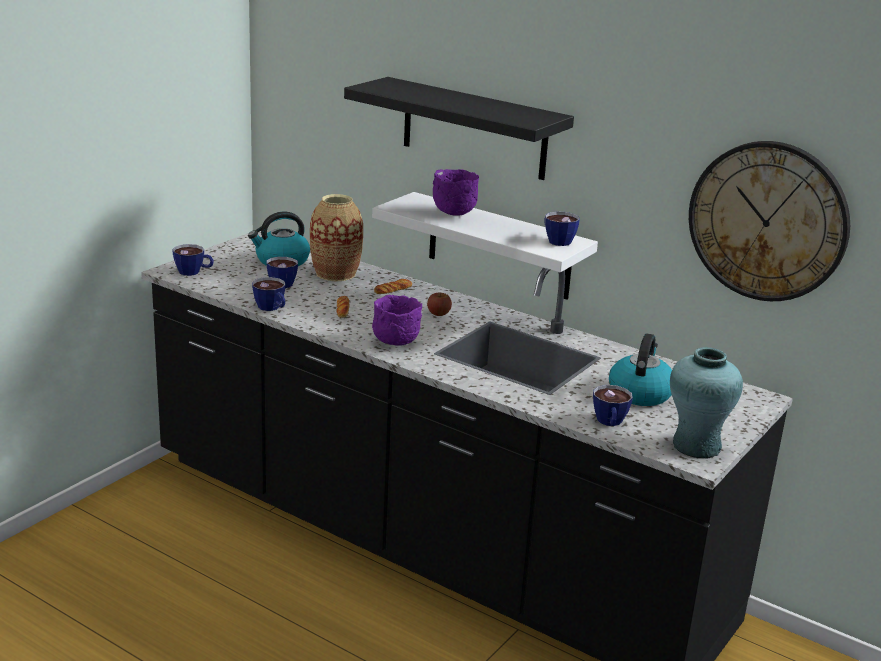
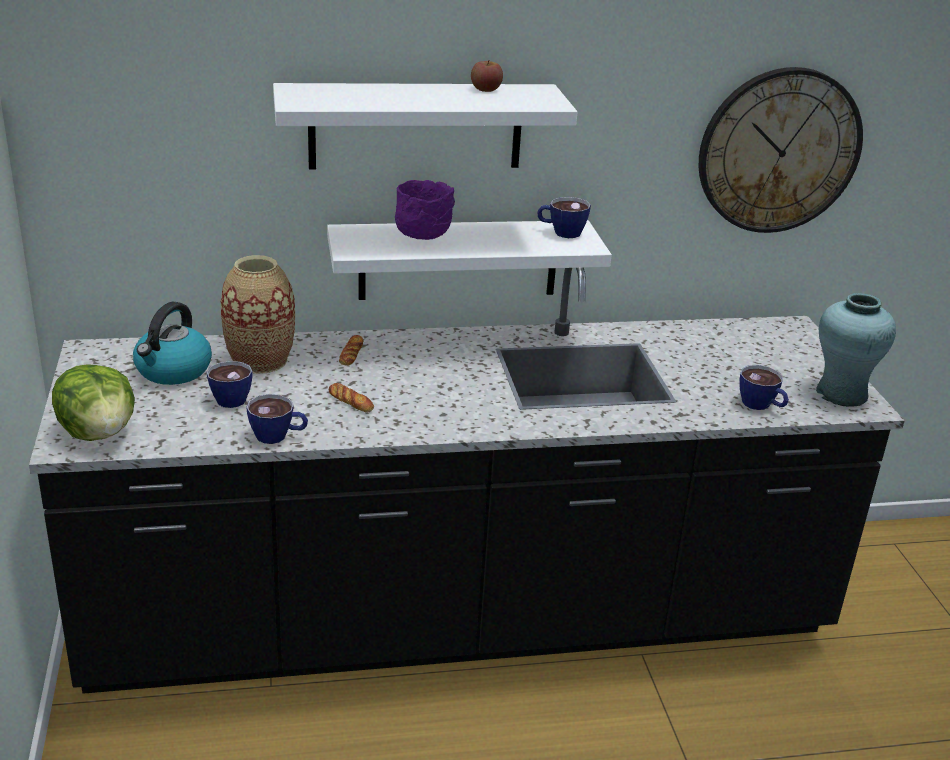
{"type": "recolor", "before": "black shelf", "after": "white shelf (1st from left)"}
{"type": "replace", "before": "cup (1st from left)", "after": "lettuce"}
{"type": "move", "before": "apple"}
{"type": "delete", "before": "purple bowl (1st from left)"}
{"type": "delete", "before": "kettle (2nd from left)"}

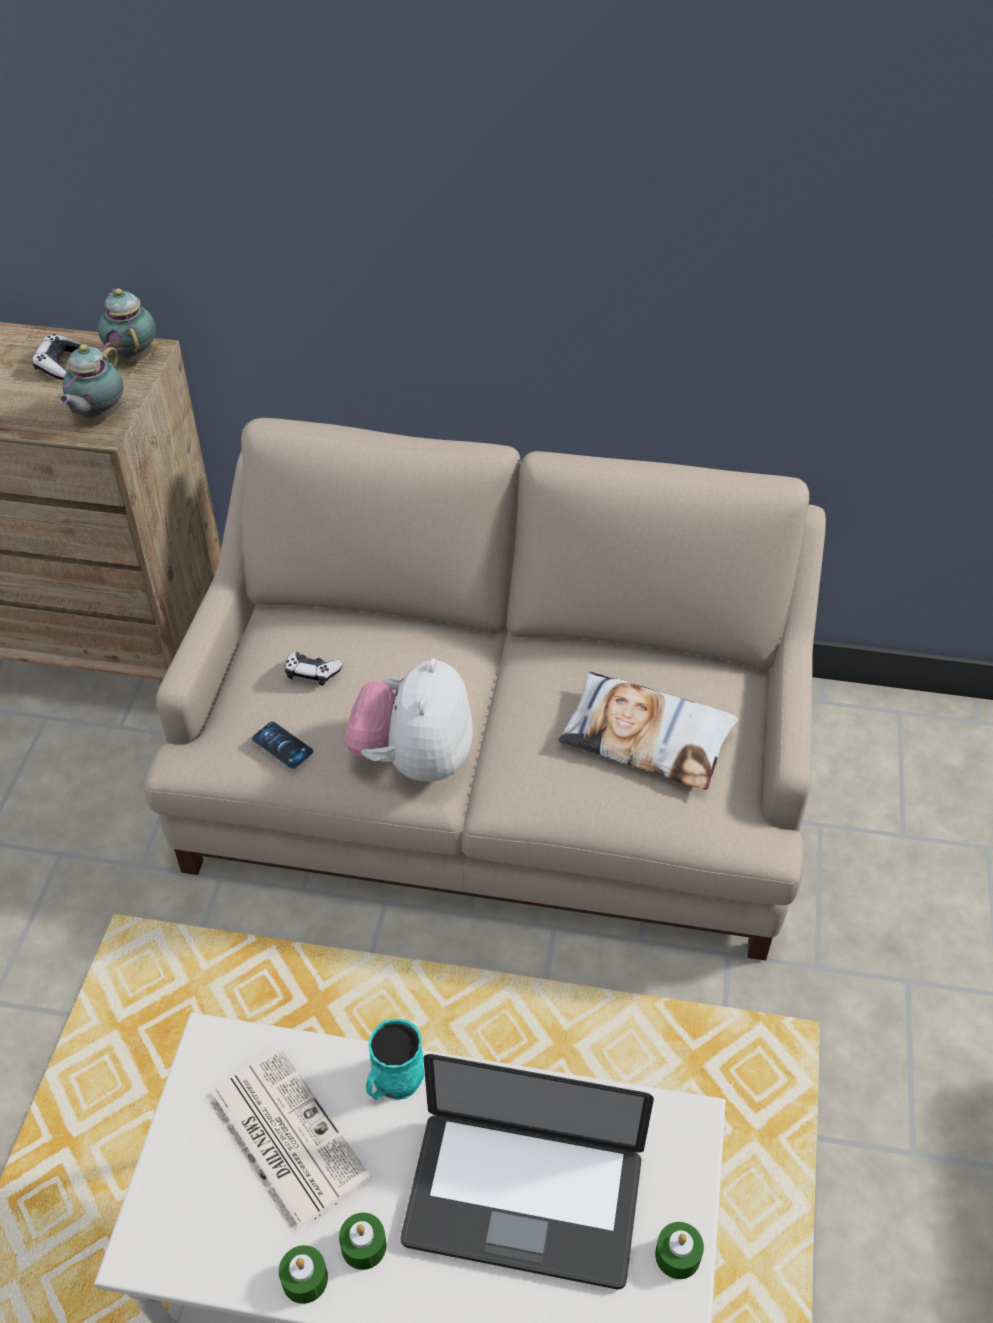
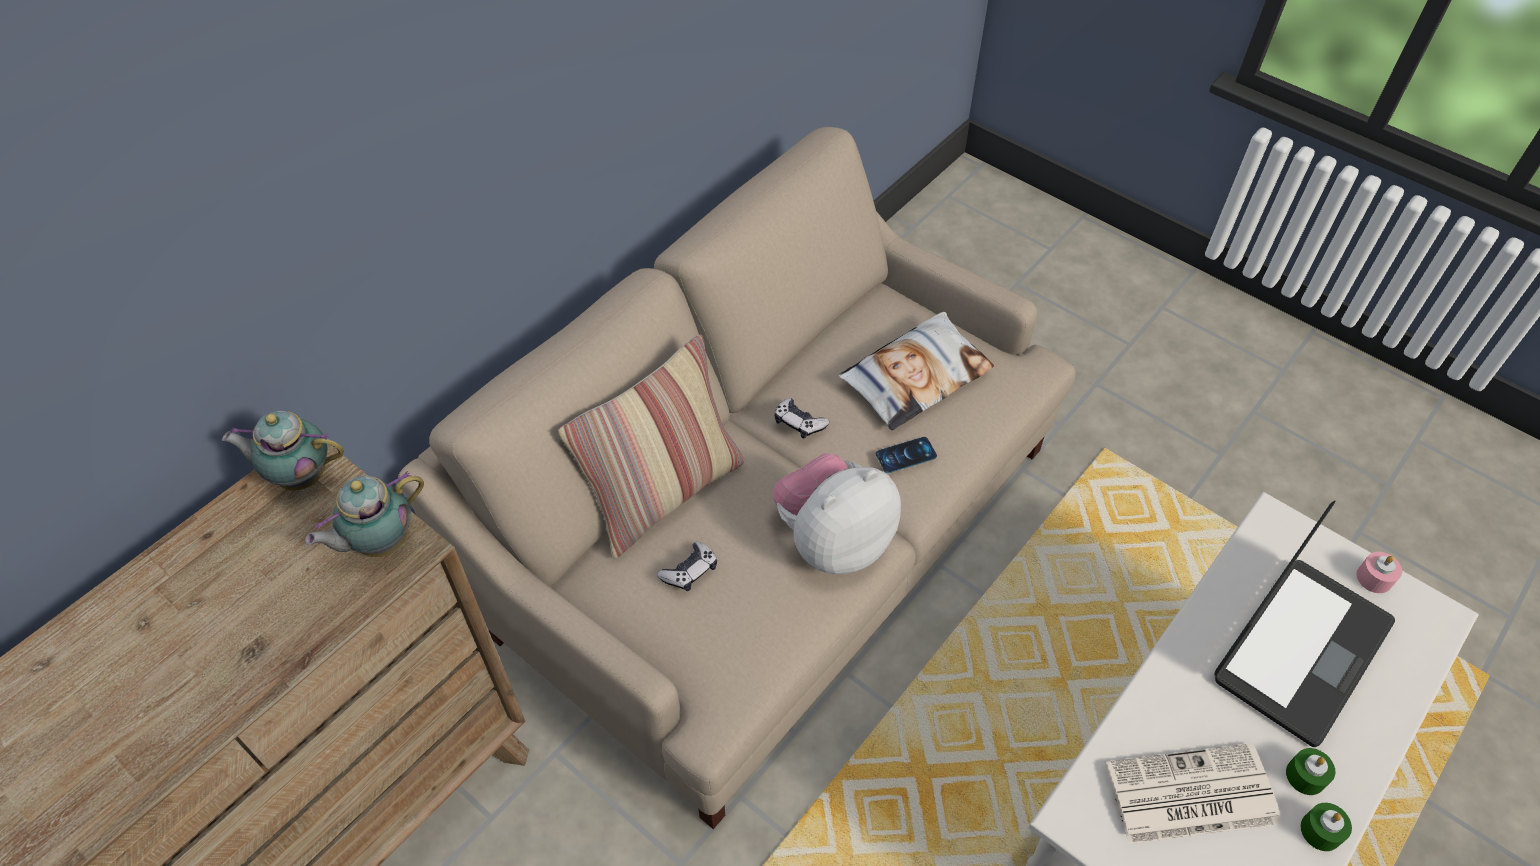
{"type": "move", "before": "game controller (1st from left in the first image)", "after": "game controller (2nd from left)"}
{"type": "rotate", "before": "teapot (1st from left in the first image)", "turn": 90}
{"type": "rotate", "before": "plush toy", "turn": 105}
{"type": "move", "before": "phone"}
{"type": "delete", "before": "turquoise mug"}
{"type": "recolor", "before": "green candle (3rd from left)", "after": "pink candle"}
{"type": "insert", "after": "pillow (1st from left)"}

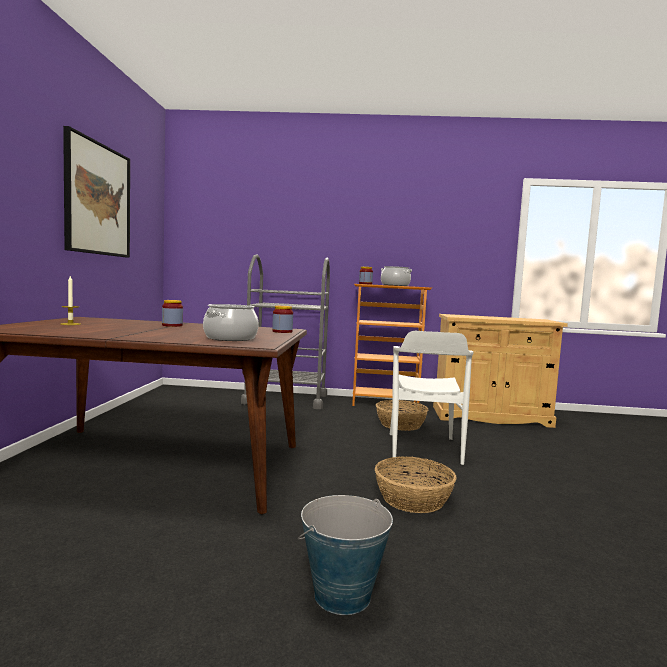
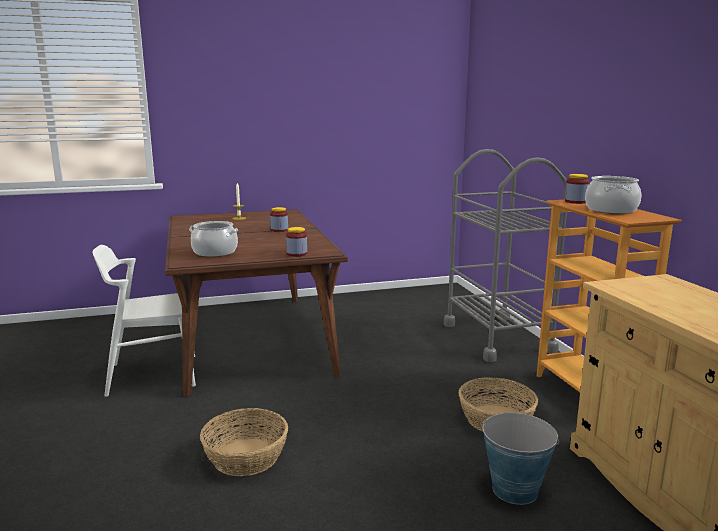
{"type": "delete", "before": "picture"}
{"type": "move", "before": "white chair"}
{"type": "move", "before": "bucket"}

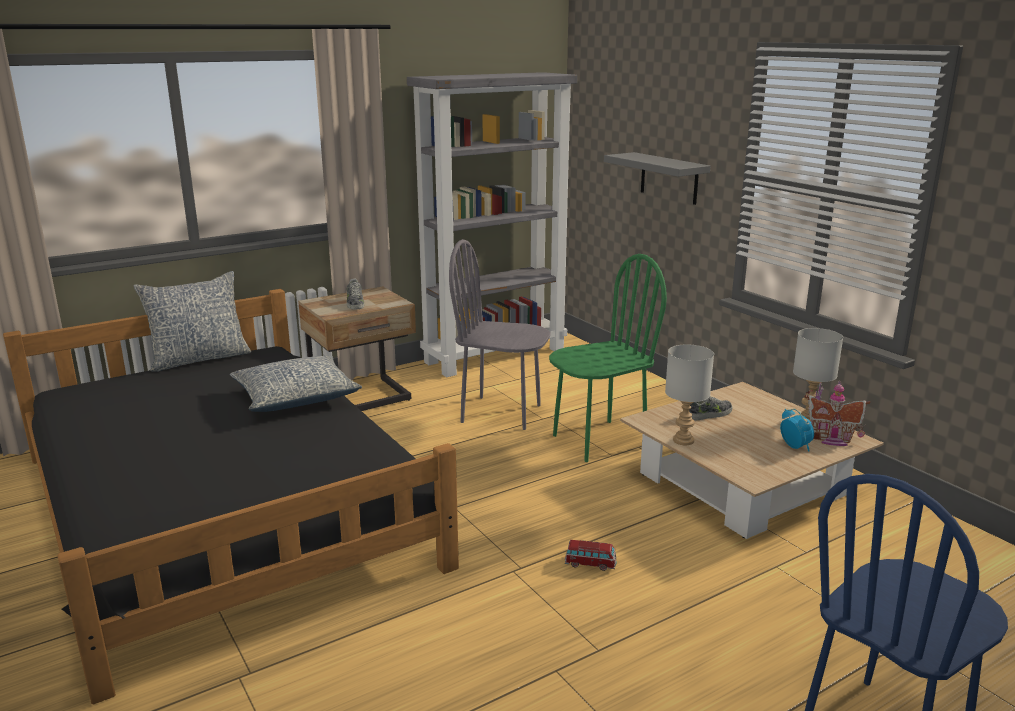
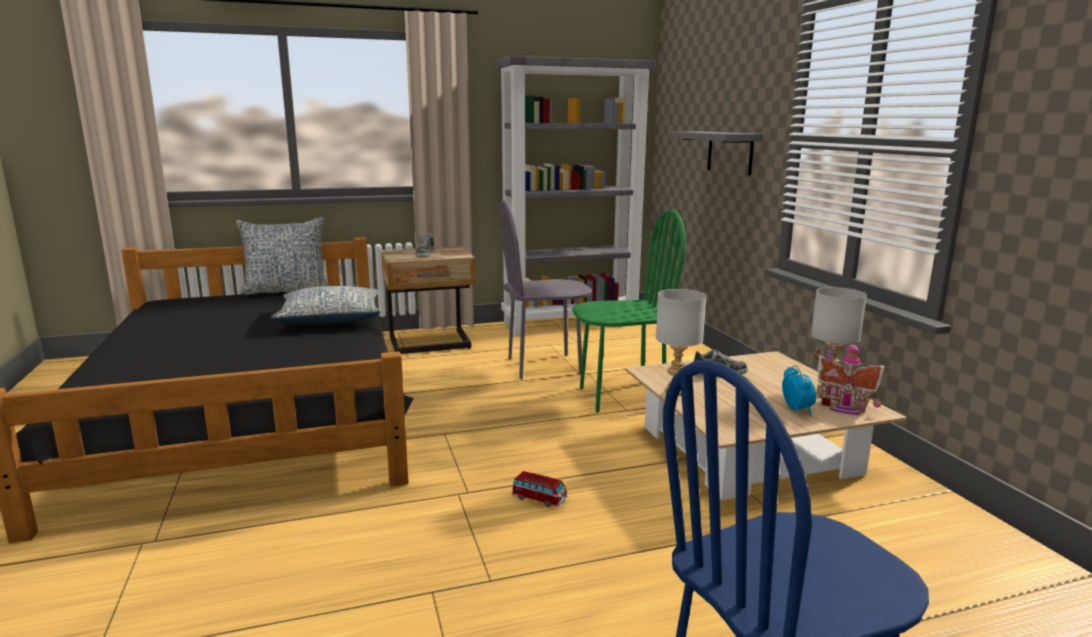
{"type": "rotate", "before": "grey chair", "turn": -45}

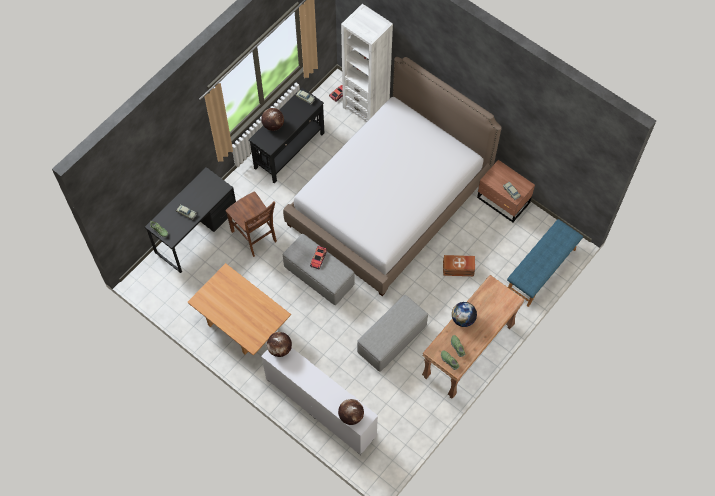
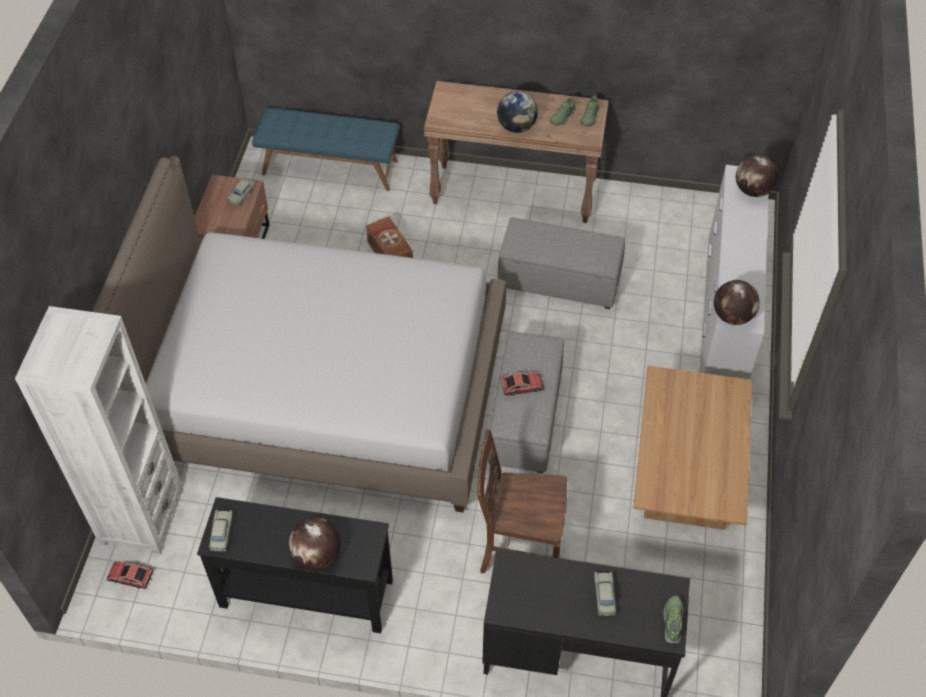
{"type": "rotate", "before": "brown chair", "turn": -105}

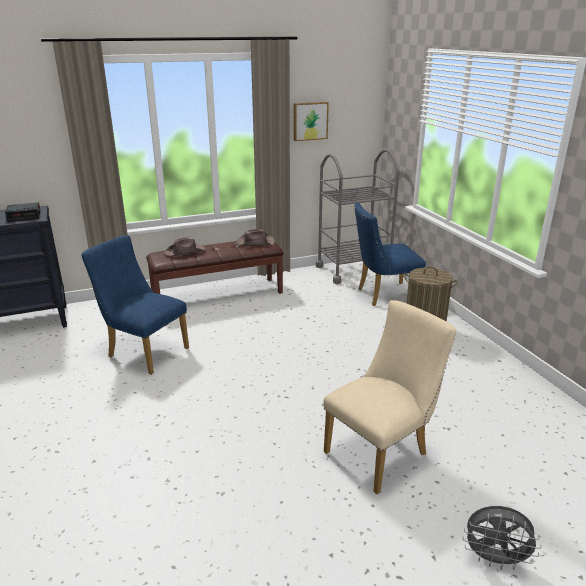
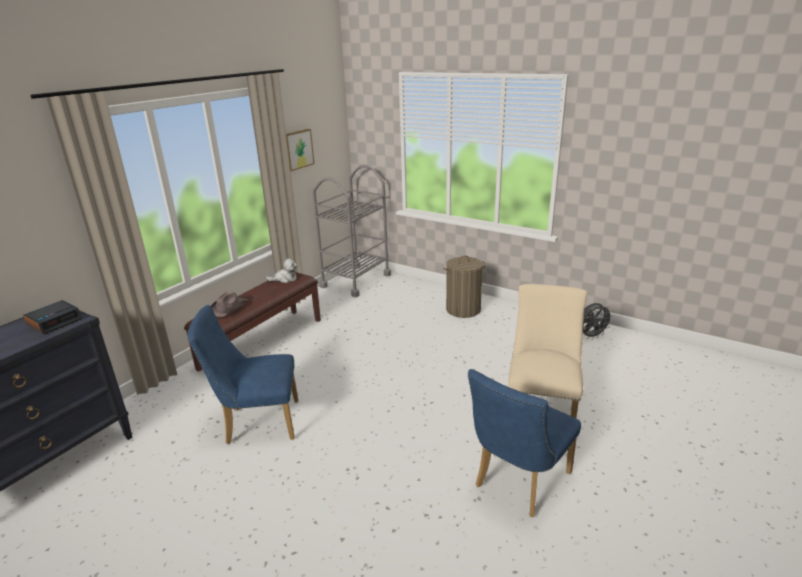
{"type": "move", "before": "blue chair (2nd from left)"}
{"type": "replace", "before": "brown hat (2nd from left)", "after": "plush toy"}
{"type": "move", "before": "grey fan"}

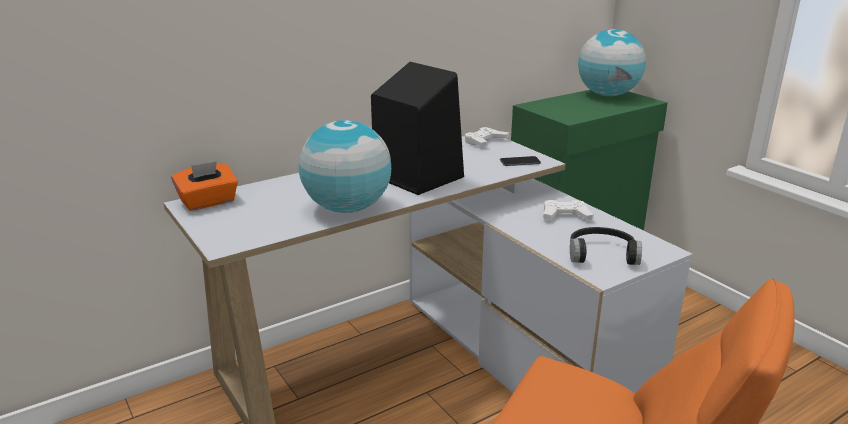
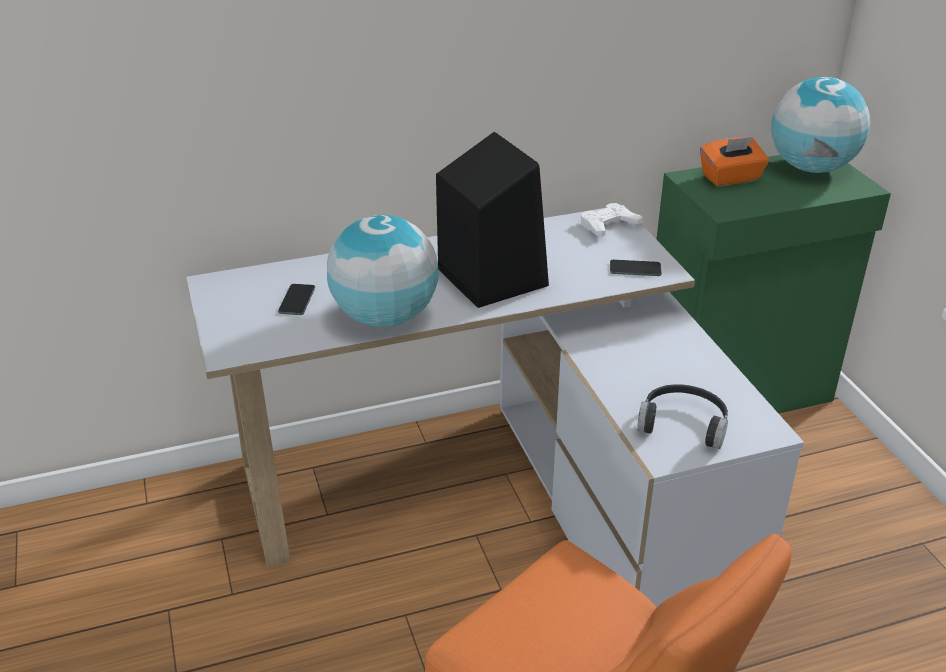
{"type": "move", "before": "orange tissue box"}
{"type": "delete", "before": "white game controller (2nd from left)"}
{"type": "insert", "after": "phone (1st from left)"}

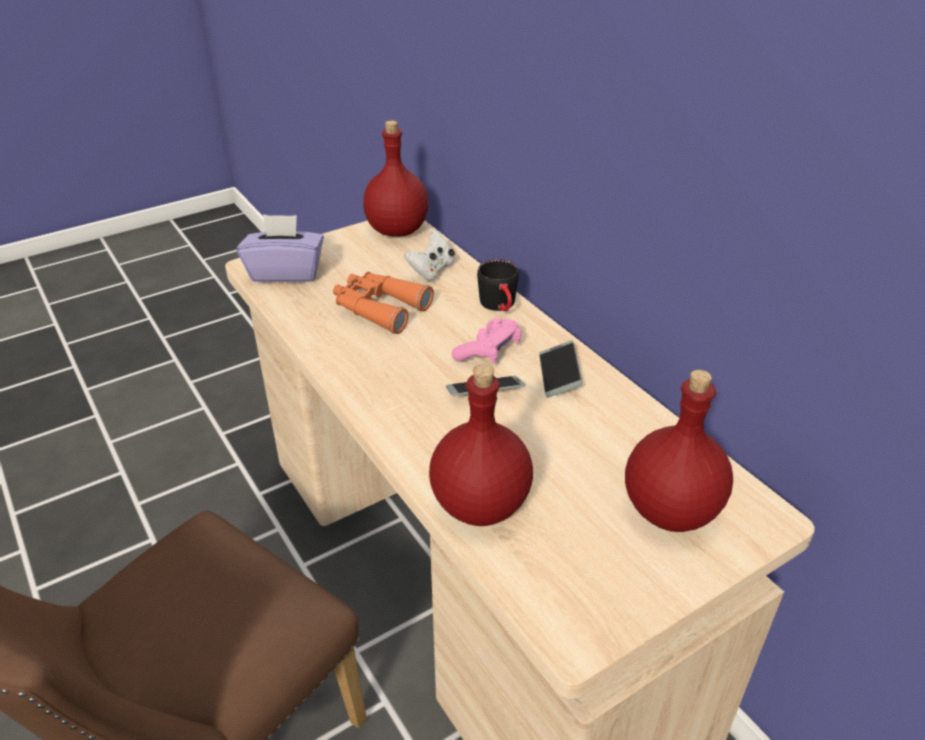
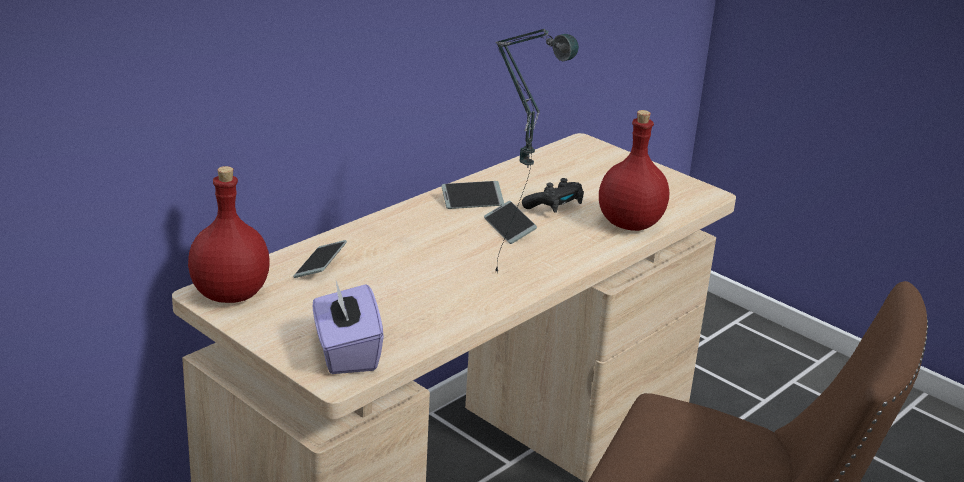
{"type": "replace", "before": "white game controller", "after": "phone (1st from left)"}
{"type": "delete", "before": "black mug"}
{"type": "delete", "before": "orange binoculars"}
{"type": "delete", "before": "pink game controller"}
{"type": "delete", "before": "red bottle (3rd from left)"}
{"type": "insert", "after": "table lamp"}
{"type": "insert", "after": "black game controller"}

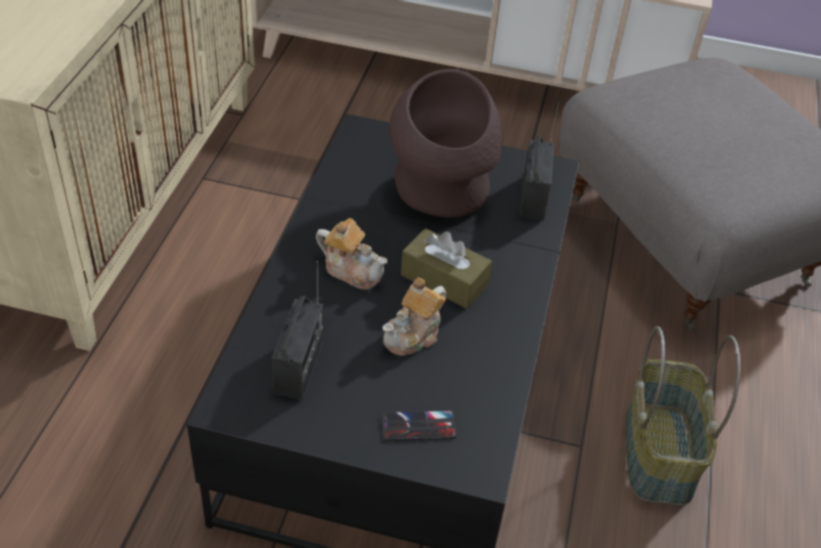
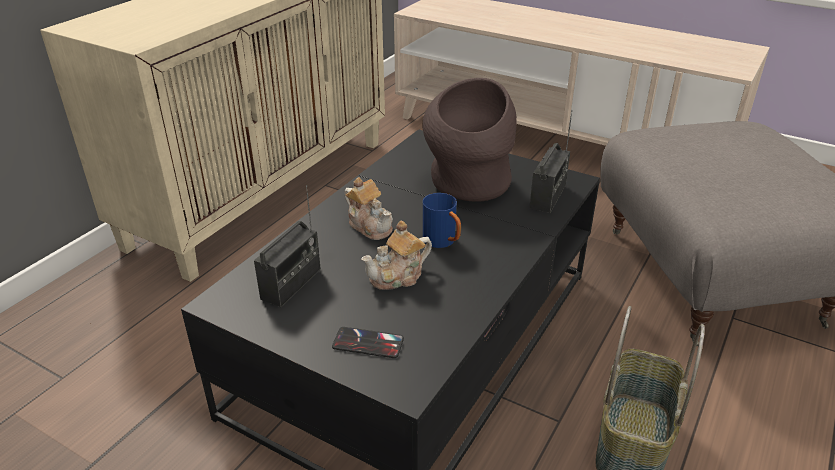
{"type": "replace", "before": "brown tissue box", "after": "blue mug"}

